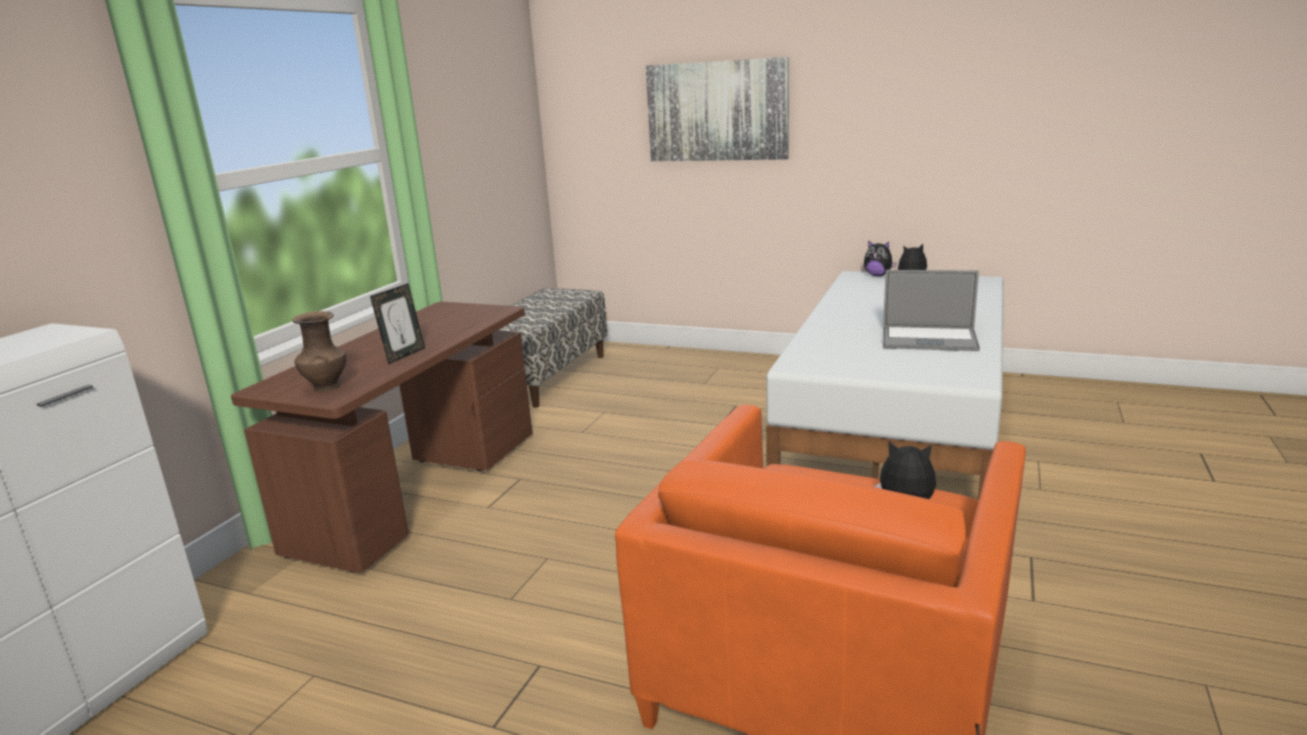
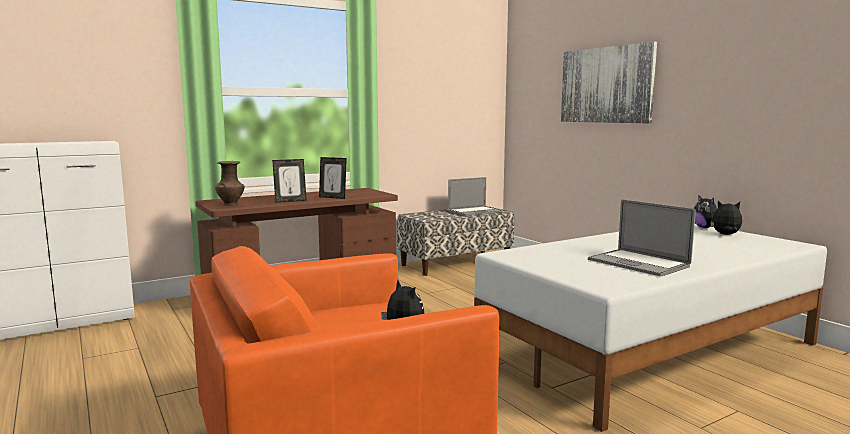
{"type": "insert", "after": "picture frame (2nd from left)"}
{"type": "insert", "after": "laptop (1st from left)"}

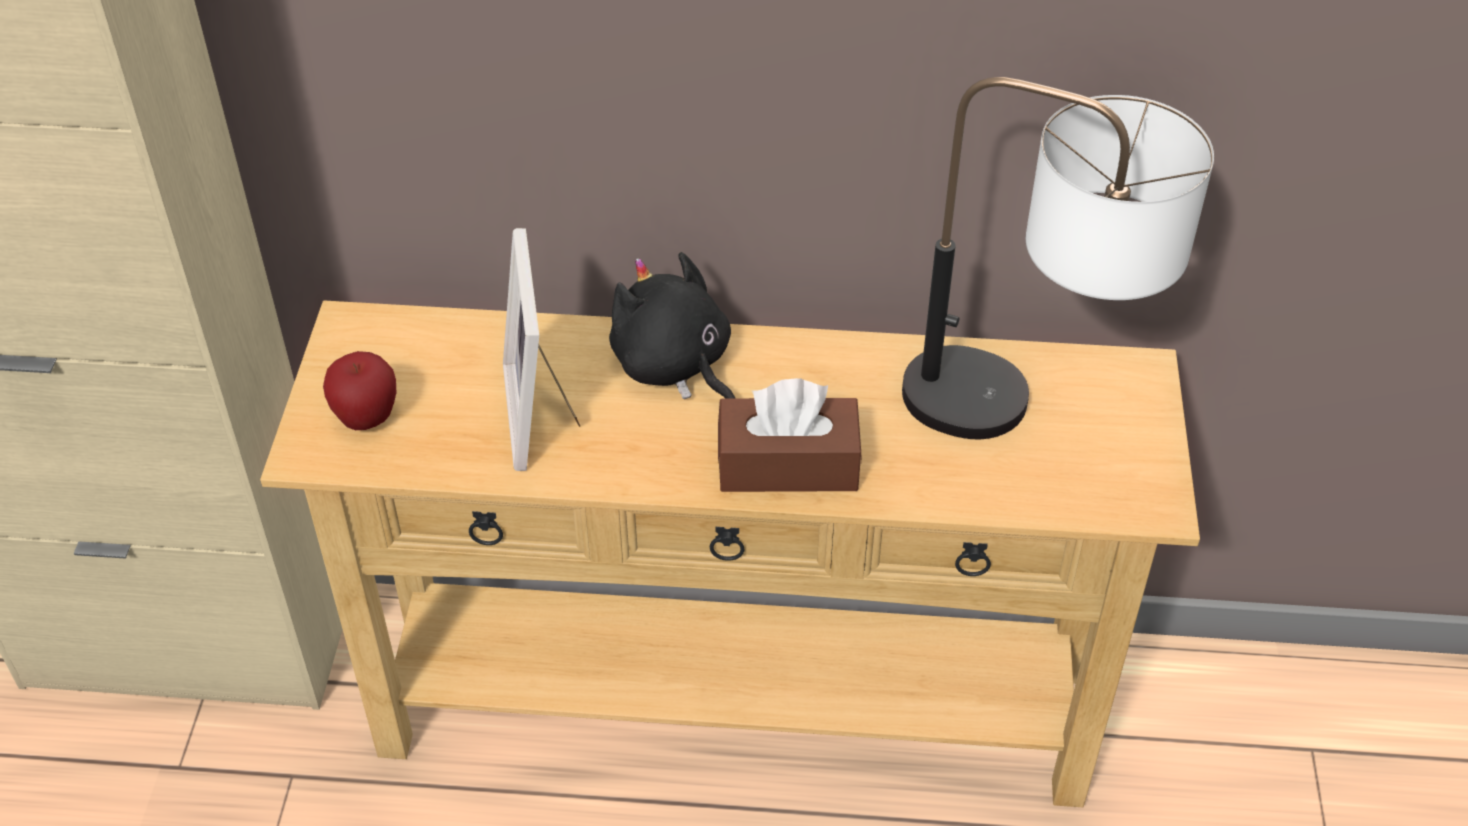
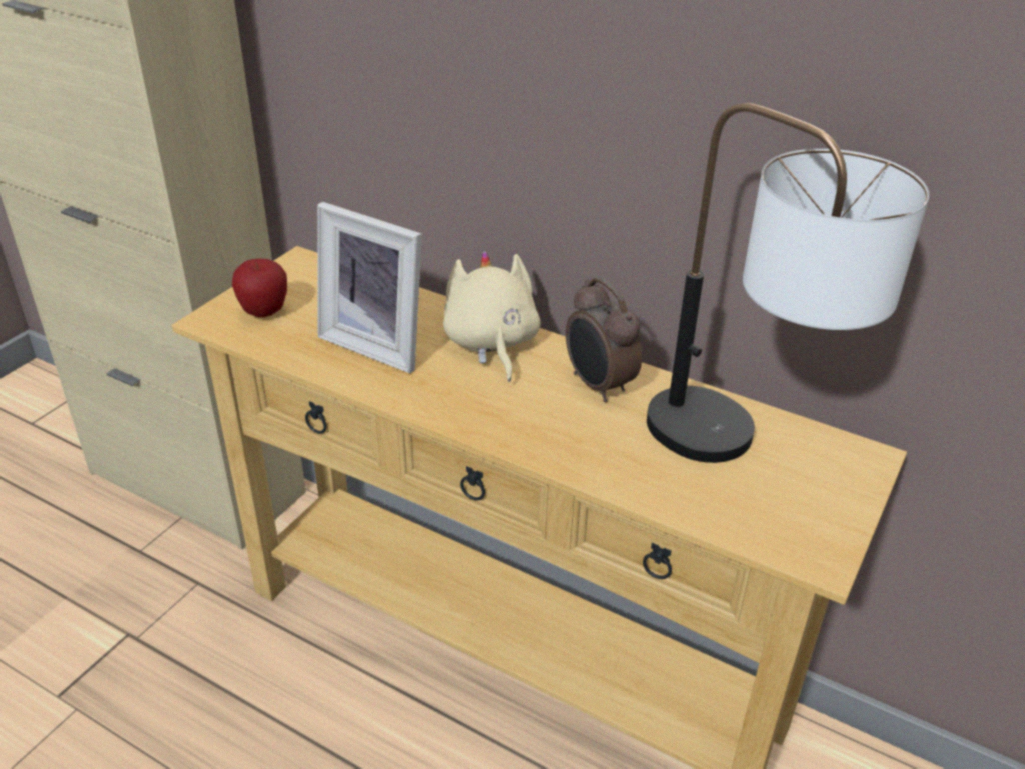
{"type": "rotate", "before": "picture frame", "turn": -75}
{"type": "recolor", "before": "black plush toy", "after": "beige plush toy"}
{"type": "delete", "before": "brown tissue box"}
{"type": "insert", "after": "alarm clock"}

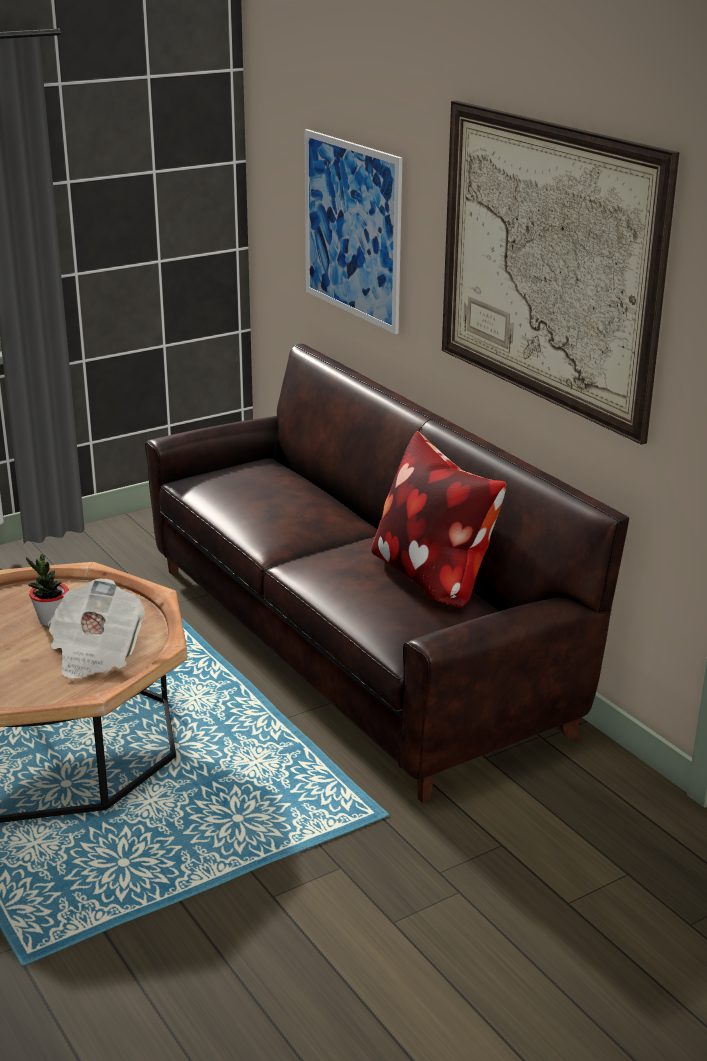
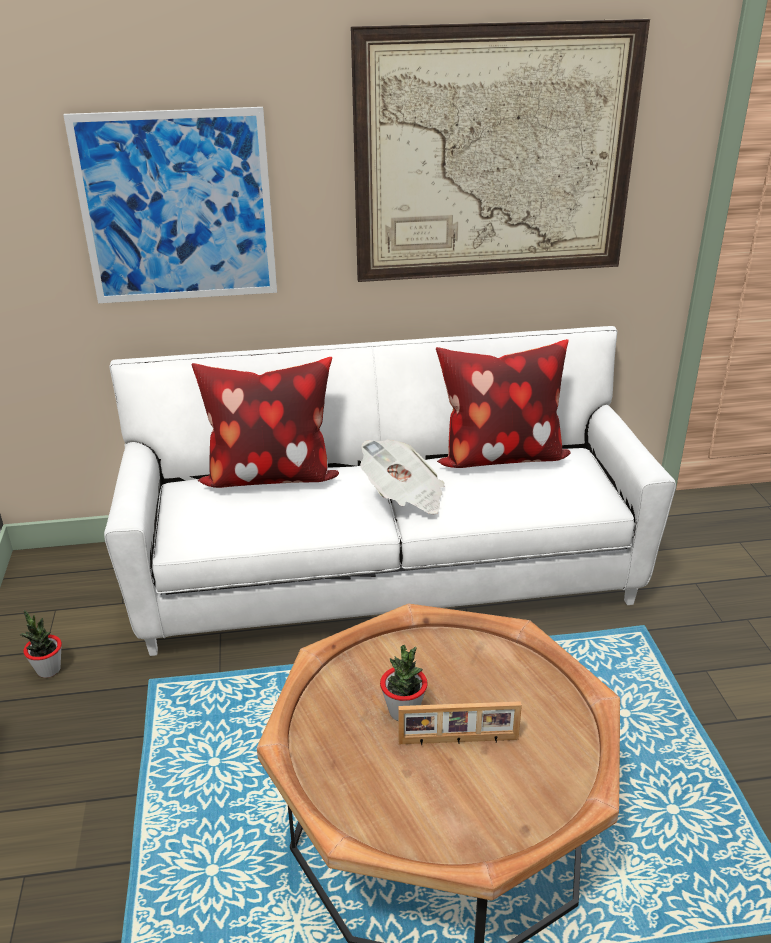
{"type": "recolor", "before": "brown sofa", "after": "white sofa"}
{"type": "move", "before": "newspaper"}
{"type": "insert", "after": "pillow (1st from left)"}
{"type": "insert", "after": "potted plant (1st from left)"}
{"type": "insert", "after": "picture frame"}

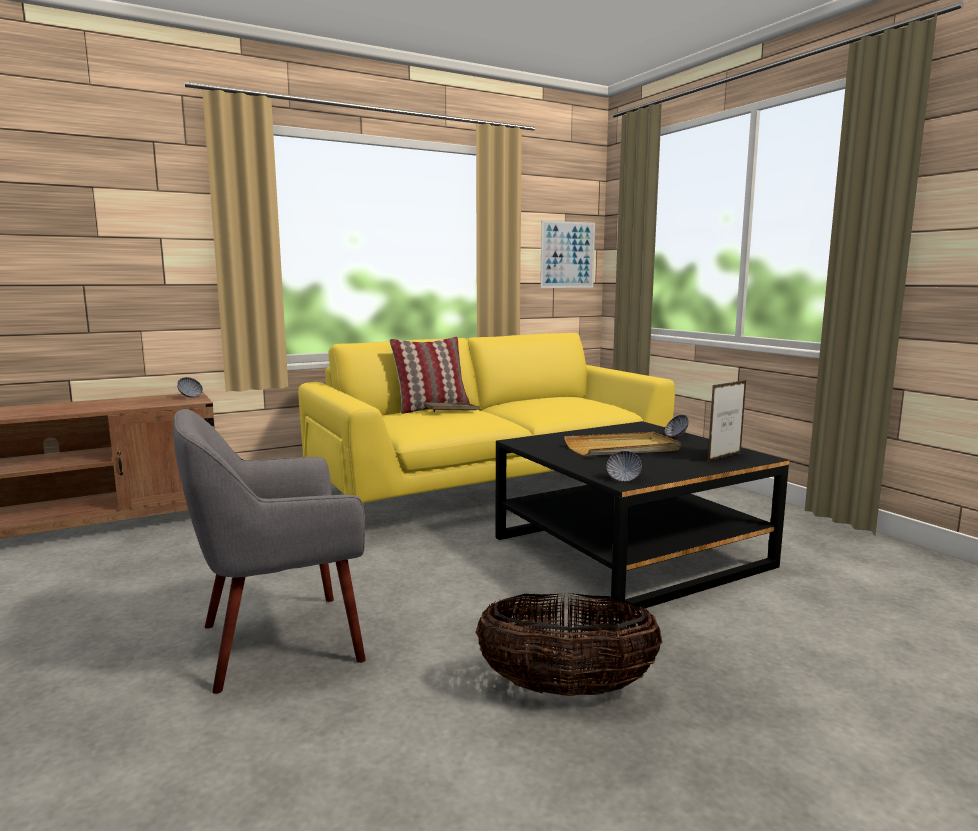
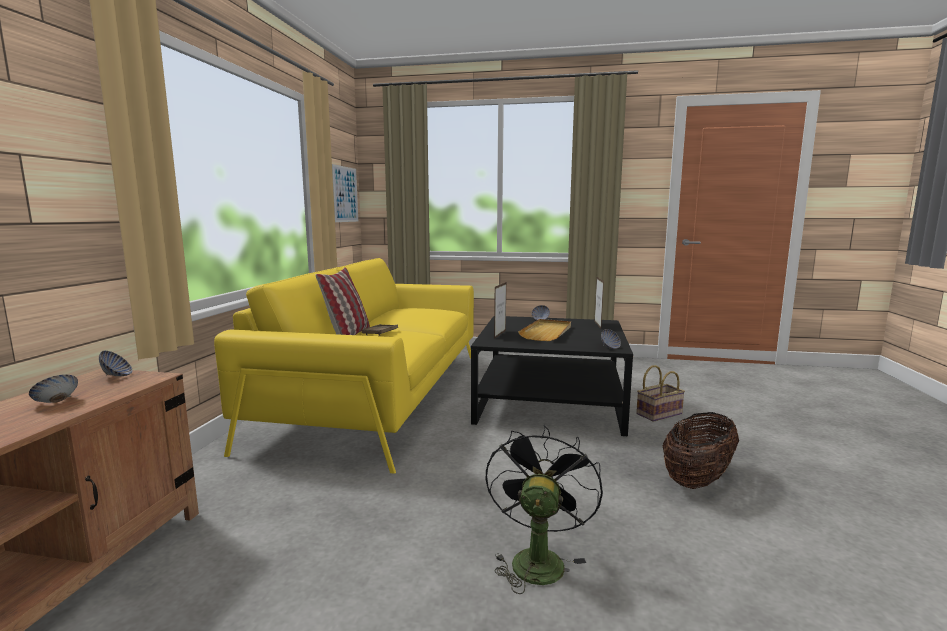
{"type": "replace", "before": "grey armchair", "after": "black fan"}
{"type": "insert", "after": "picture frame (1st from left)"}
{"type": "insert", "after": "basket (1st from left)"}
{"type": "insert", "after": "bowl (1st from left)"}

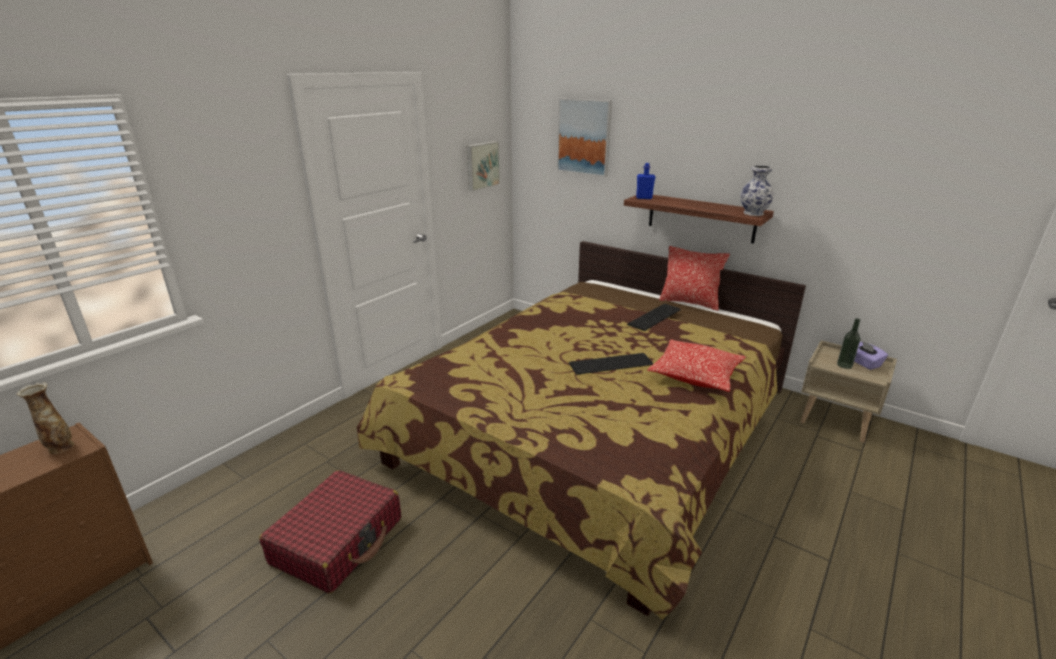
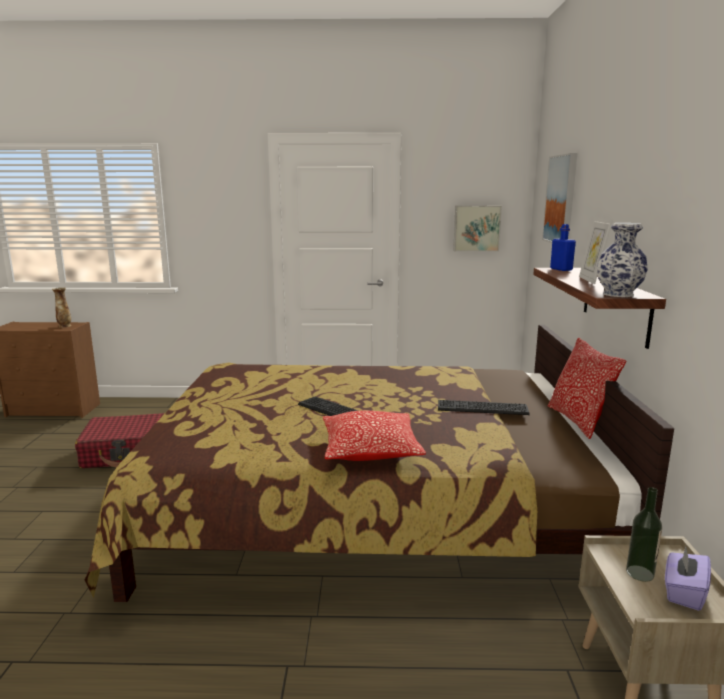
{"type": "insert", "after": "picture frame"}

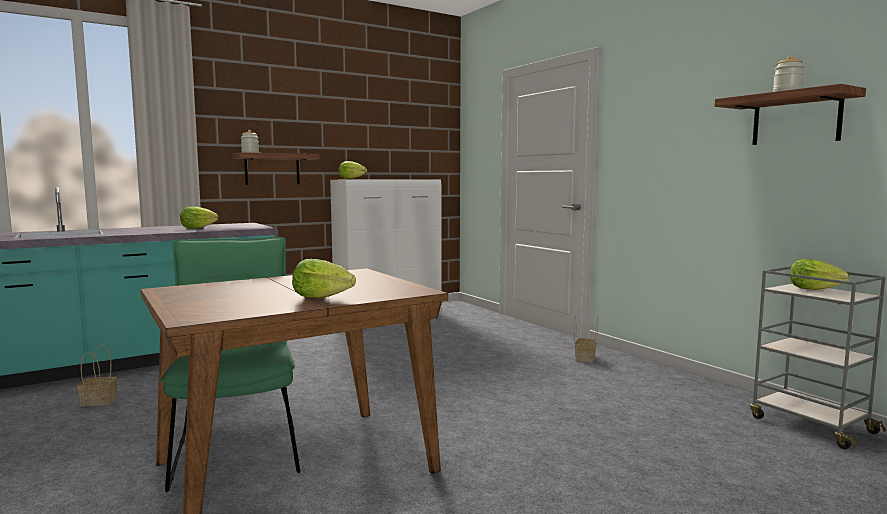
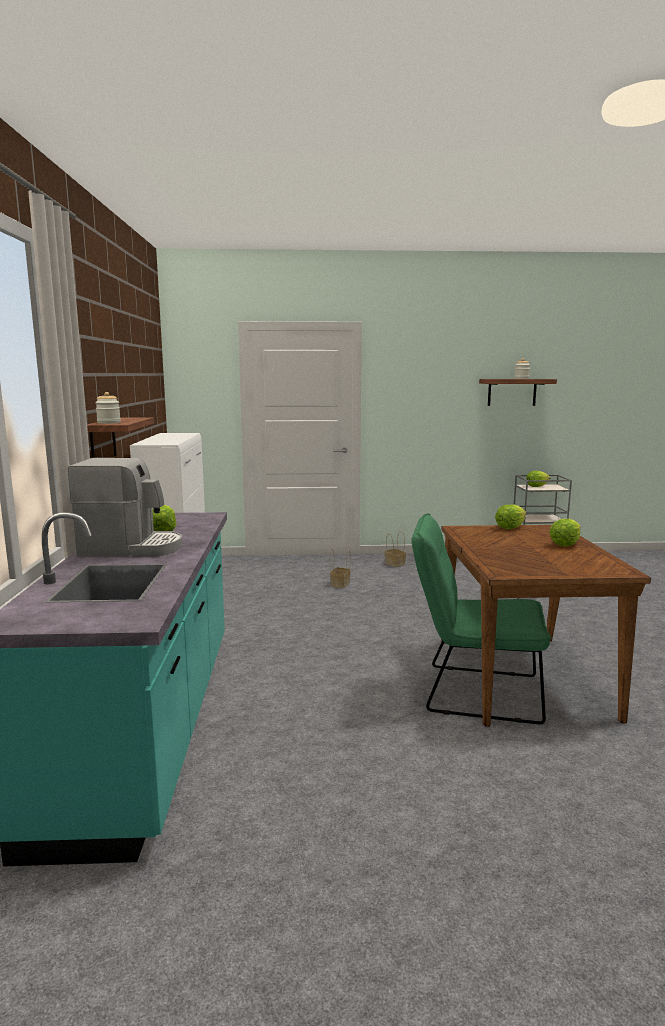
{"type": "move", "before": "lettuce (3rd from left in the first image)", "after": "lettuce (2nd from left)"}
{"type": "move", "before": "basket (1st from left)"}
{"type": "insert", "after": "coffee machine"}

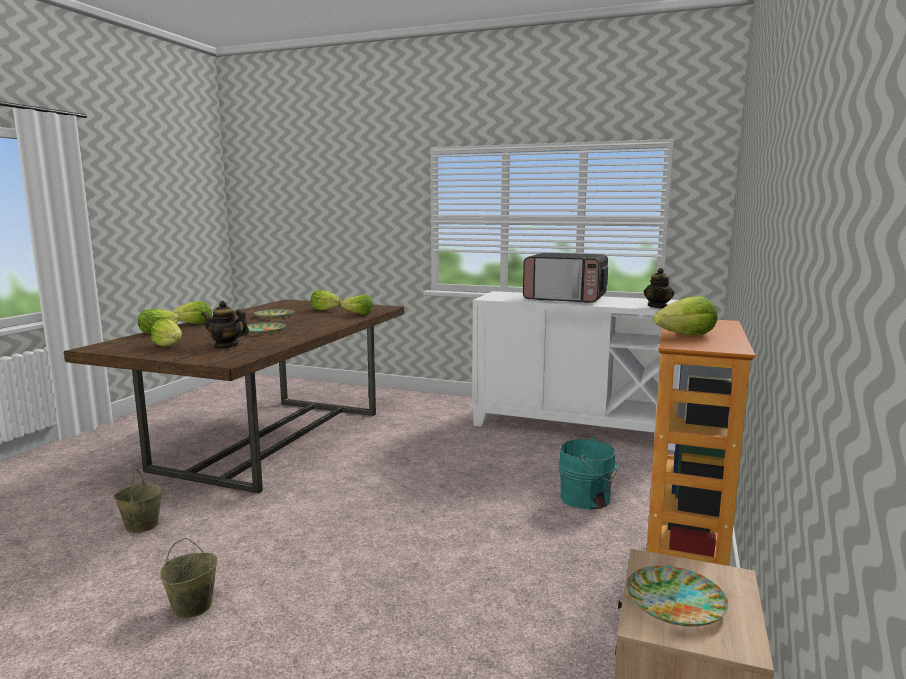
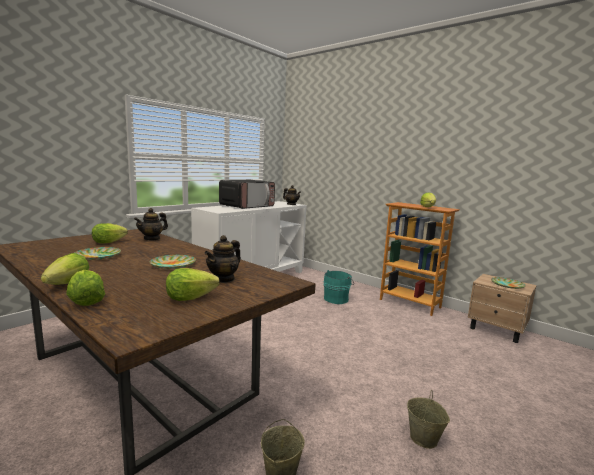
{"type": "replace", "before": "lettuce (5th from left)", "after": "teapot (1st from left)"}

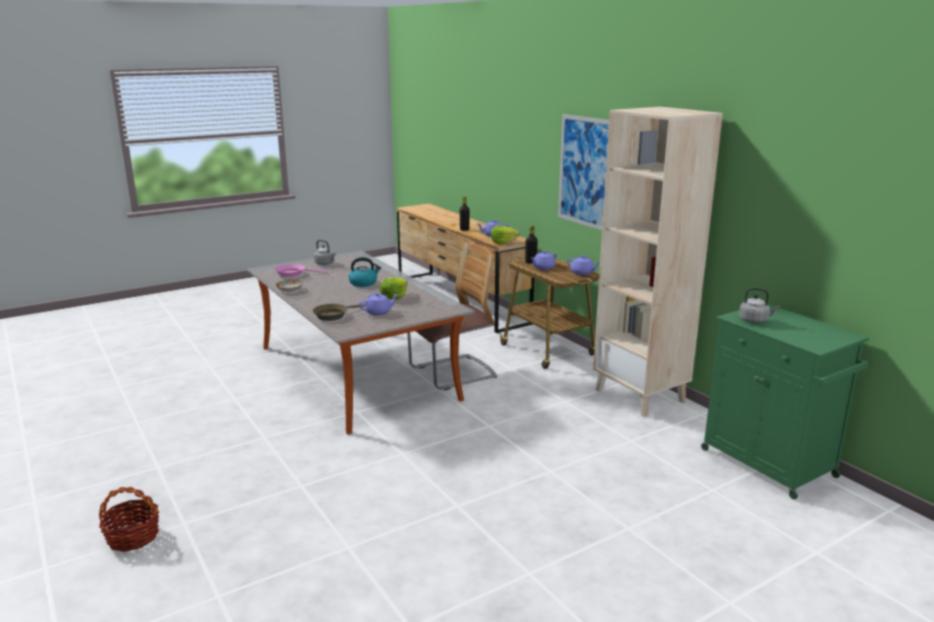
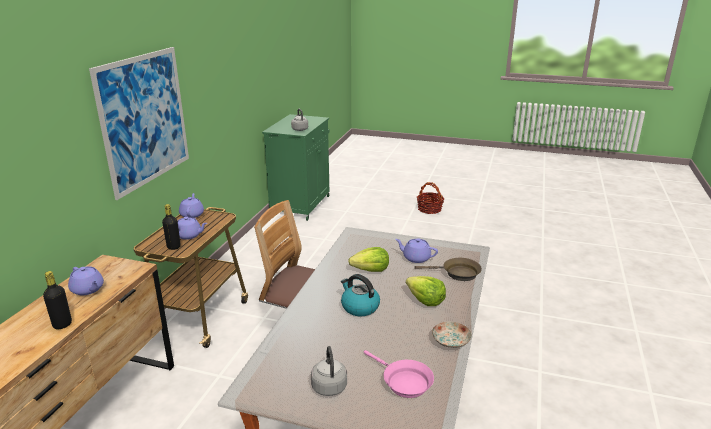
{"type": "delete", "before": "beige bookcase"}
{"type": "move", "before": "lettuce (2nd from left)"}
{"type": "move", "before": "basket"}

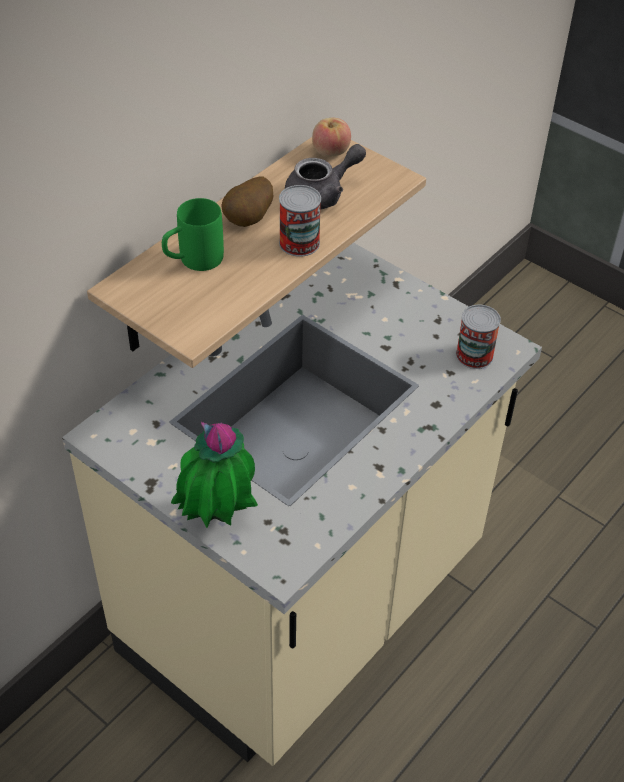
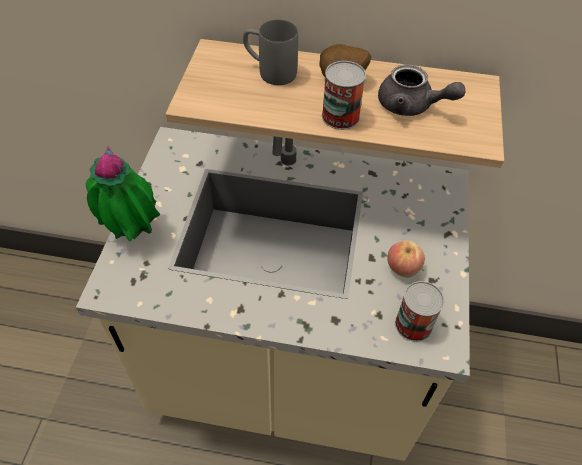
{"type": "move", "before": "apple"}
{"type": "recolor", "before": "green mug", "after": "grey mug"}

